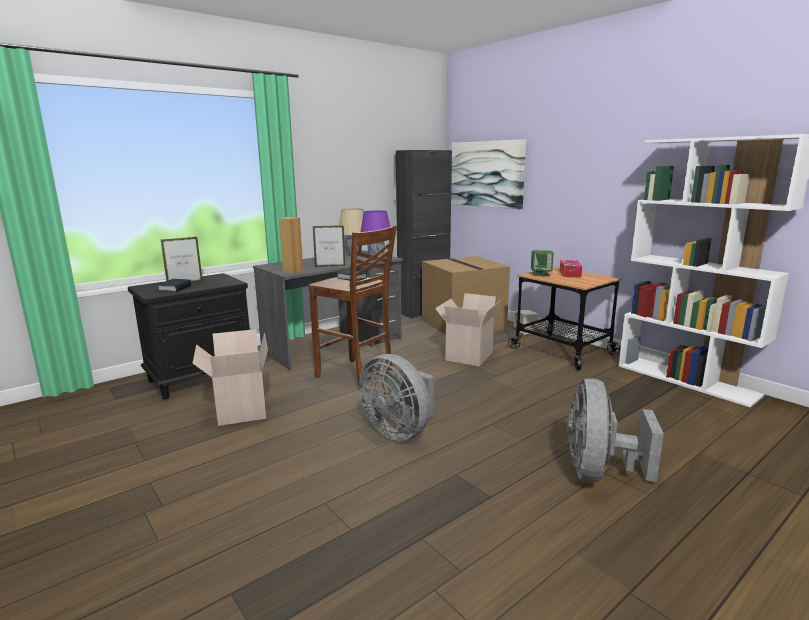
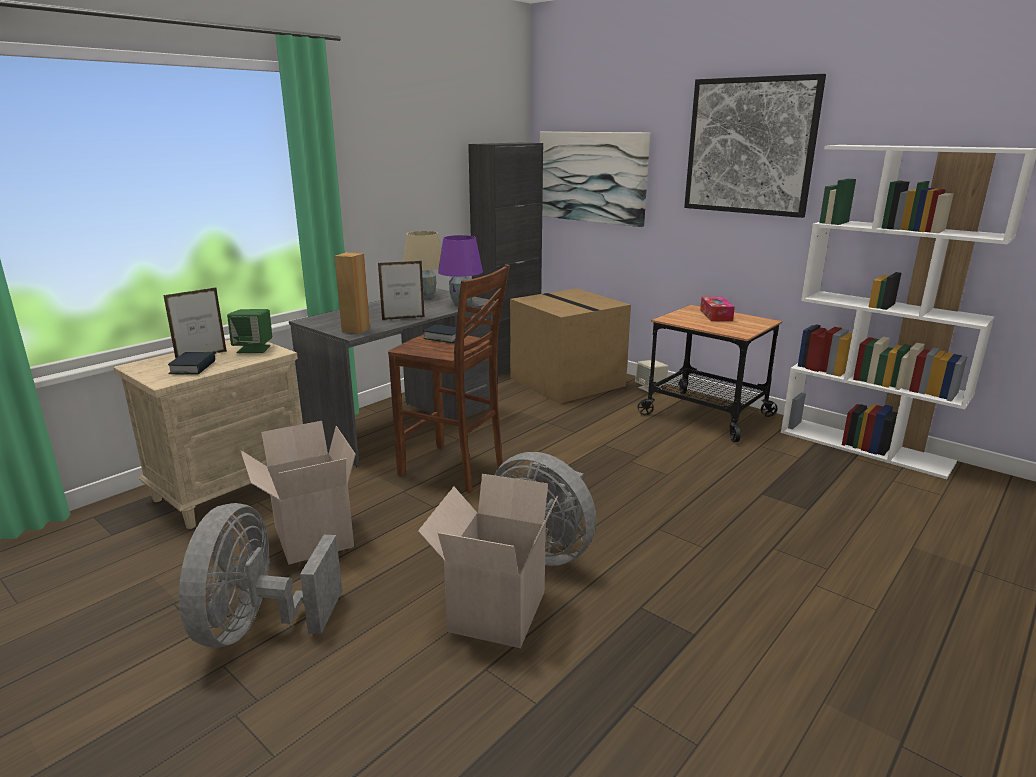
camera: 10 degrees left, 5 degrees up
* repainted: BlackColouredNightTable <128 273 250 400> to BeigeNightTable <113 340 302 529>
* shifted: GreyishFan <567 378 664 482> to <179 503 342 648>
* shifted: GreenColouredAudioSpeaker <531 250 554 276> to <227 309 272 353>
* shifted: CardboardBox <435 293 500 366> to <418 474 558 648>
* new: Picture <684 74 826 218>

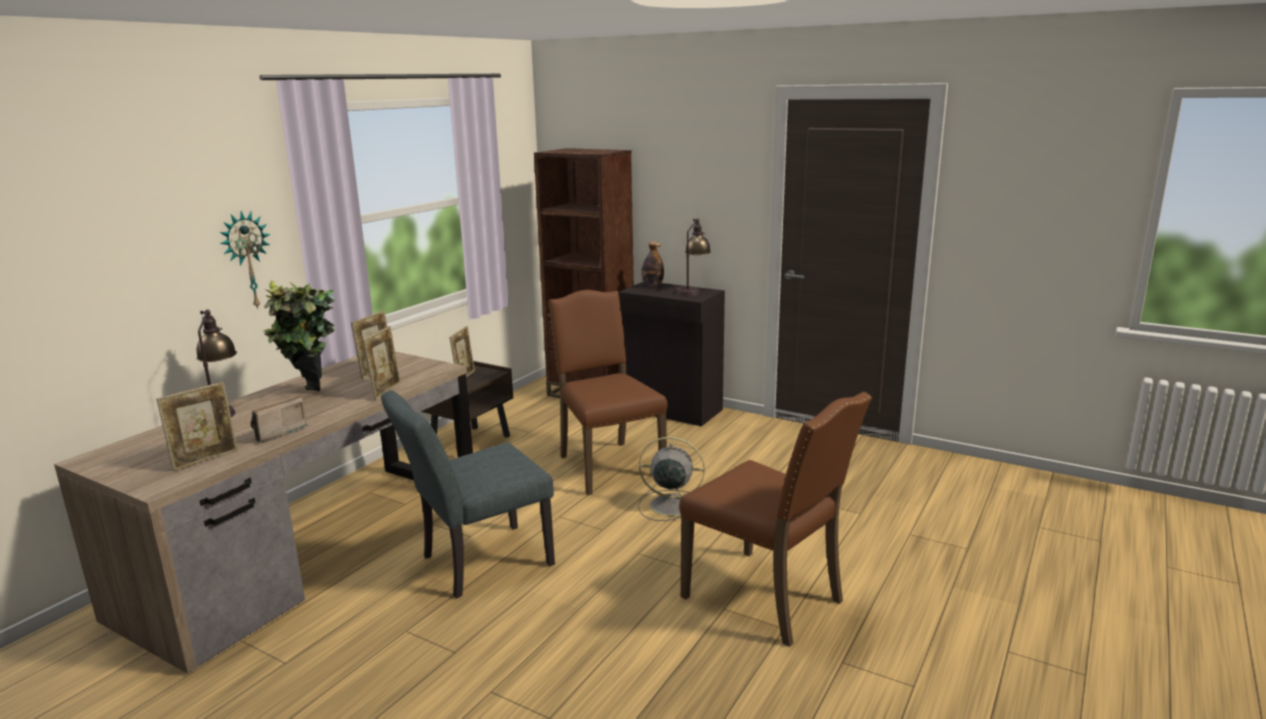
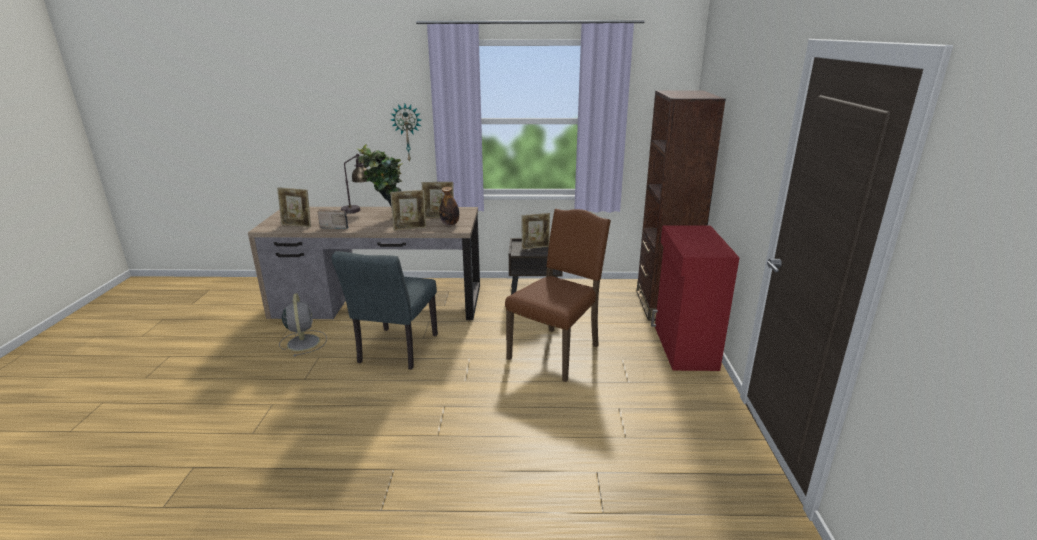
camera: 60 degrees right, 5 degrees up
* shifted: GreyishFan <638 437 705 521> to <279 293 327 357>
* rotated: GreyishUprightChair <381 390 555 598> = <332 251 438 370> 105 degrees counterclockwise
* shifted: BeverageBottle <641 242 664 287> to <439 187 459 225>
* repainted: BlackColouredCabinet <618 282 725 426> to RedCabinet <651 225 740 371>
* gone: TabletopLamp <675 218 711 296>
* gone: BrownUprightChair <679 392 872 647>

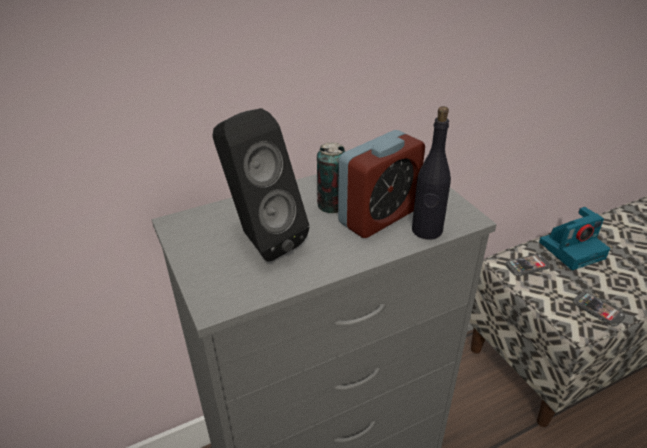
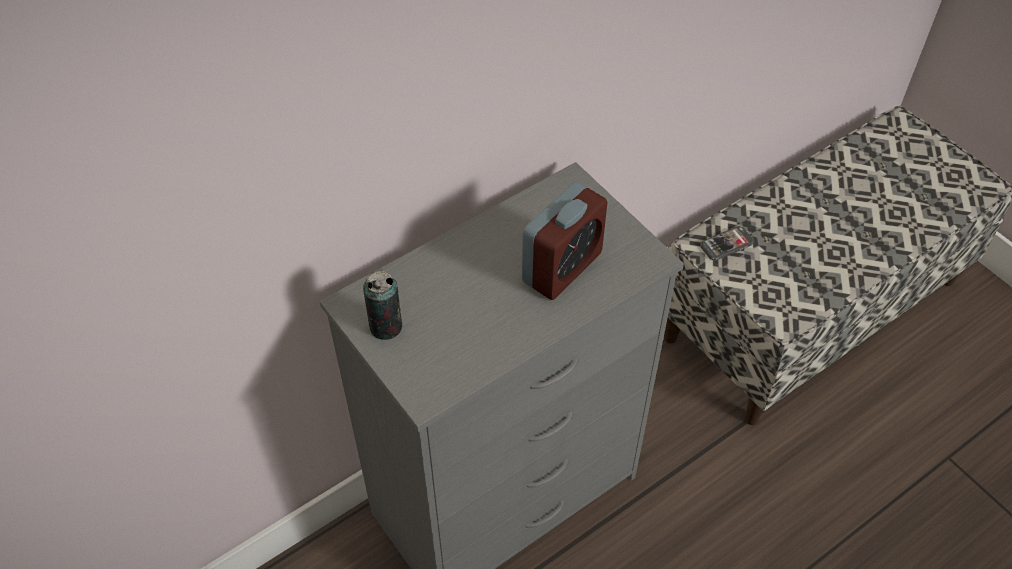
camera: 10 degrees left, 15 degrees up
* shifted: Can <317 143 346 213> to <363 271 402 340>
* gone: BlackColouredAudioSpeaker <212 108 309 261>
* gone: BlackColouredBeverageBottle <412 106 451 240>
* gone: StillCamera <539 207 610 270>
* gone: Handset <573 292 625 326>

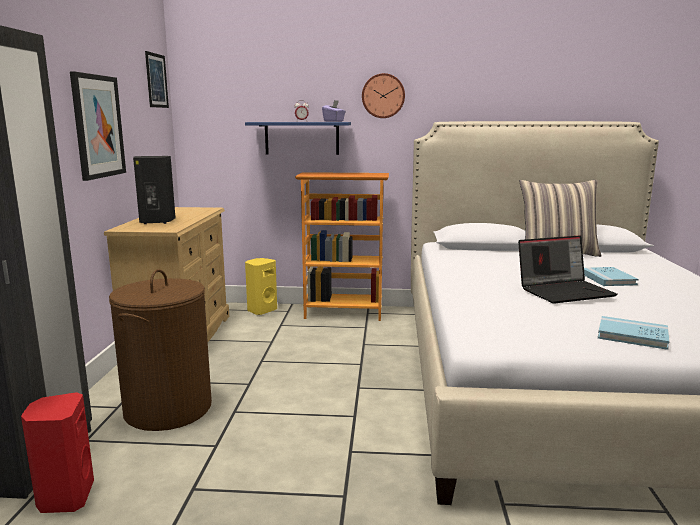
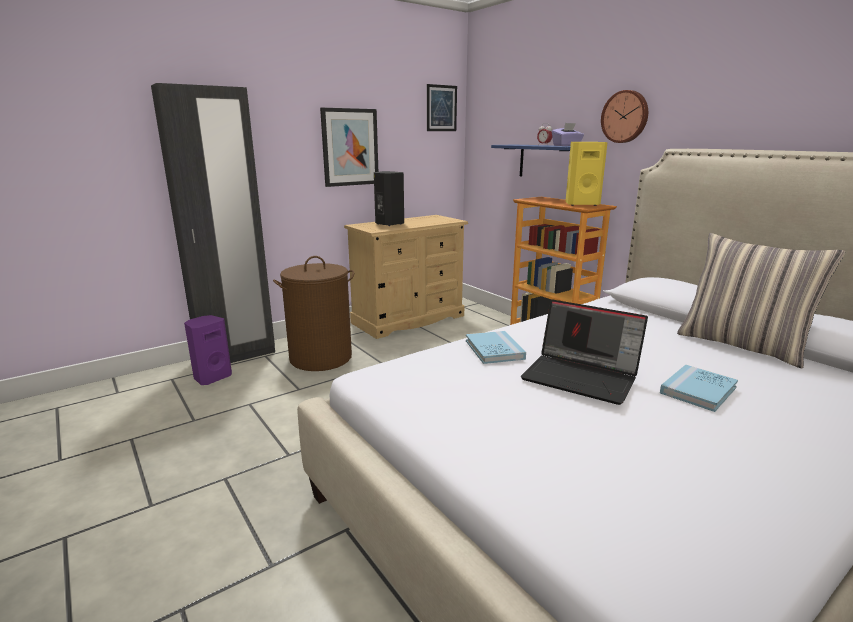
camera: 50 degrees right, 5 degrees up
* repainted: RedAudioSpeaker <21 392 94 513> to PurpleColouredAudioSpeaker <184 315 232 385>
* shifted: BluishBook <598 316 670 350> to <466 331 526 364>
* shifted: YellowishAudioSpeaker <245 258 277 315> to <565 142 608 206>

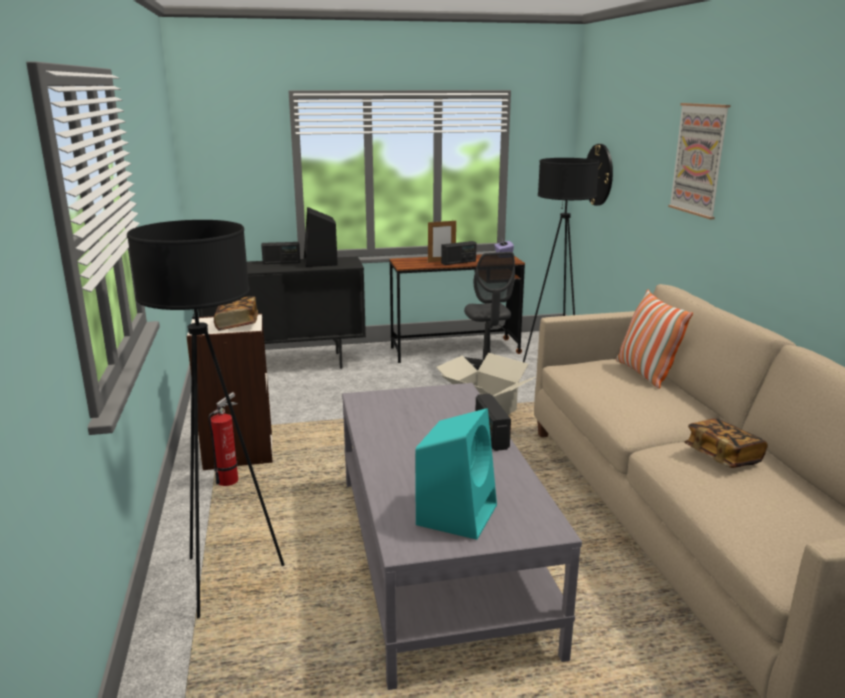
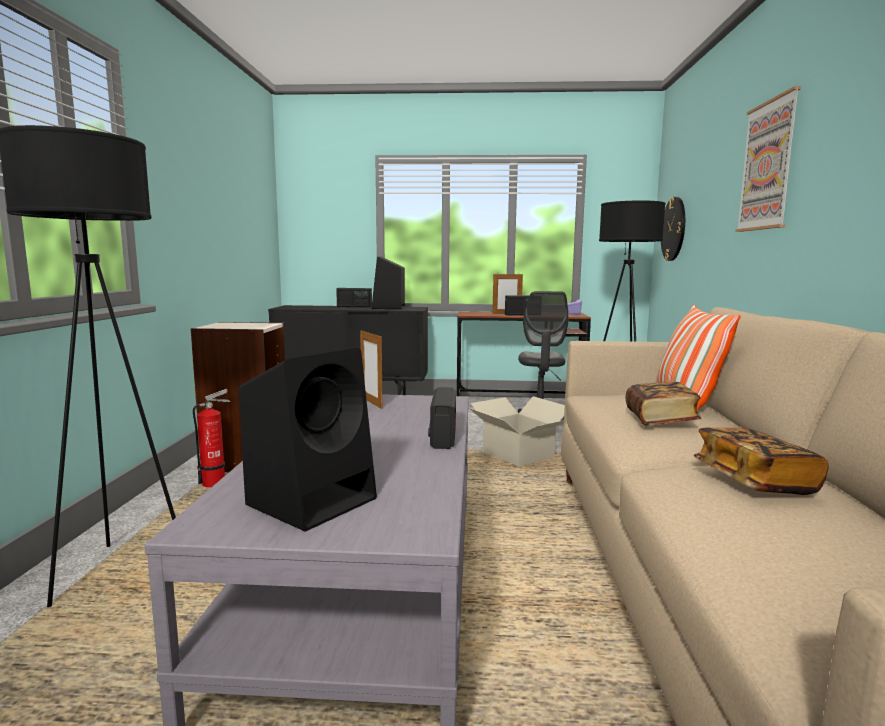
camera: 15 degrees right, 10 degrees down
* repainted: TurquoiseAudioSpeaker <415 408 497 540> to BlackColouredAudioSpeaker <238 348 377 531>
* new: PictureFrame <360 329 383 409>
* shifted: Book <214 296 259 331> to <626 382 701 426>

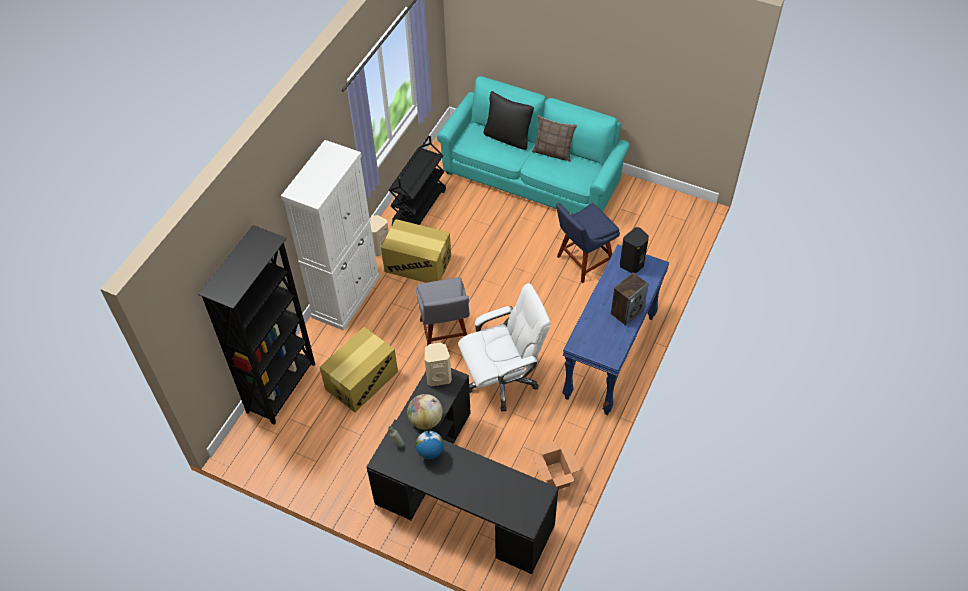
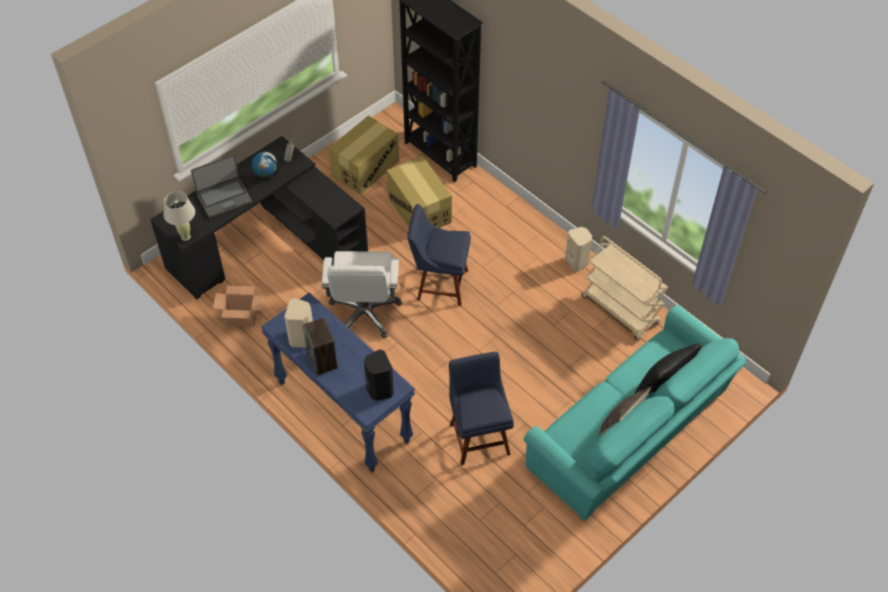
camera: 110 degrees right, 0 degrees up
* new: BeigeTabletopLamp <163 191 195 241>
* new: NotebookComputer <191 154 252 218>
* shifted: BeigeAudioSpeaker <425 343 452 386> to <284 298 313 348>
* shifted: CardboardBox <381 219 451 283> to <328 116 399 195>
* repainted: GreyishUprightChair <416 277 470 346> to BluishUprightChair <407 204 471 306>
* repainted: BlackColouredWheeledCart <389 136 446 225> to BeigeWheeledCart <581 236 668 341>
* gone: WhiteColouredCabinet <281 140 380 331>
* gone: WorldGlobe <407 394 443 430>

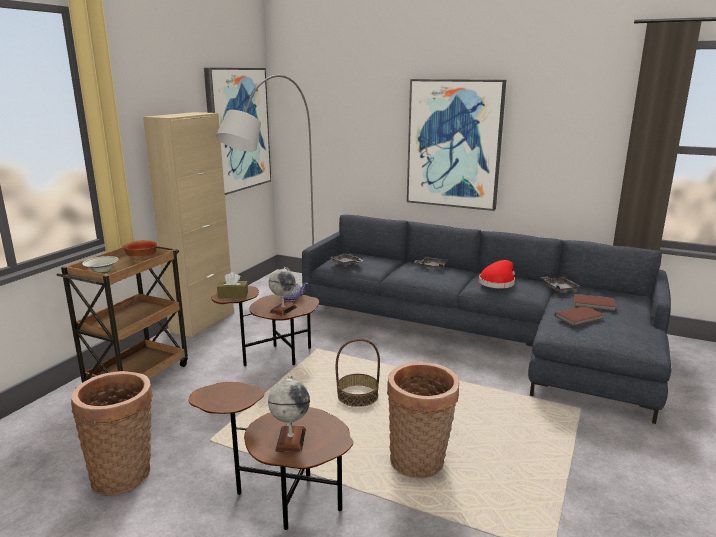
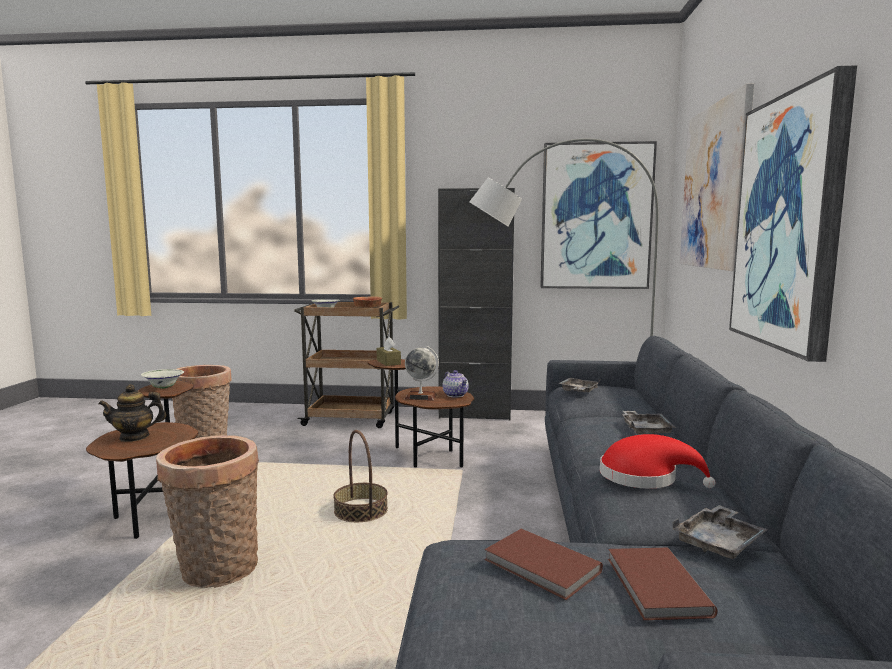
camera: 70 degrees right, 10 degrees down
* swapped: WorldGlobe <268 376 310 452> to PotForTea <98 384 166 442>
* new: WhiteColouredDeepDish <141 369 184 389>
* repainted: BeigeCabinet <143 112 234 337> to BlackColouredCabinet <438 188 515 421>
* new: Picture <680 83 754 271>

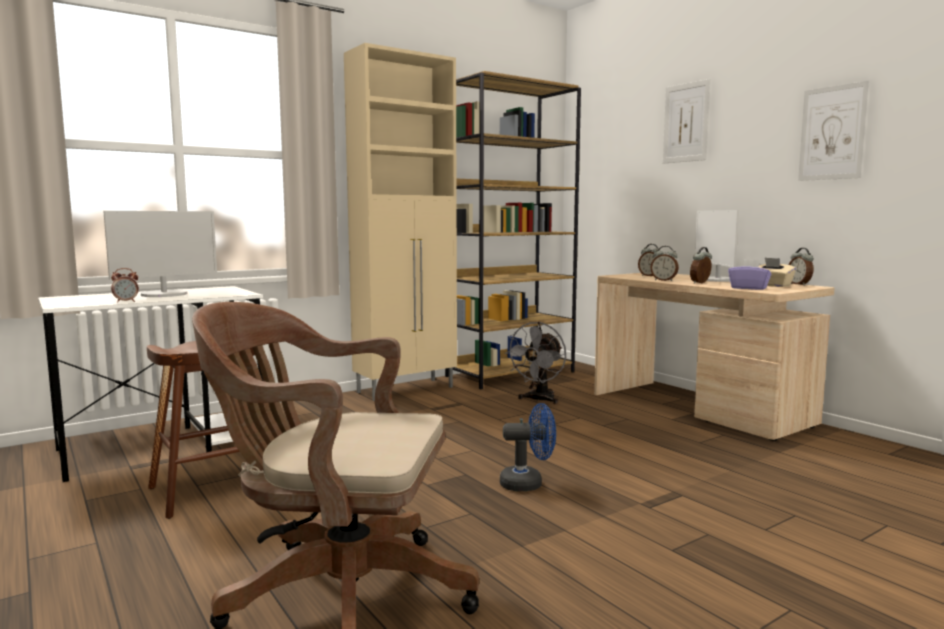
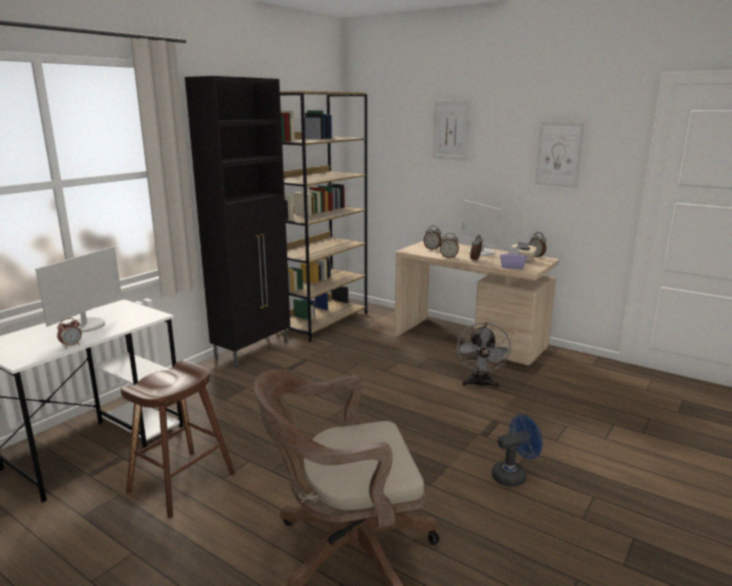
camera: 20 degrees left, 10 degrees up
* repainted: BeigeCabinet <344 43 457 401> to BlackColouredCabinet <185 76 290 367>
* shifted: GreyishFan <505 322 566 404> to <457 322 511 388>
* shifted: BluishFan <500 403 556 491> to <492 415 543 487>

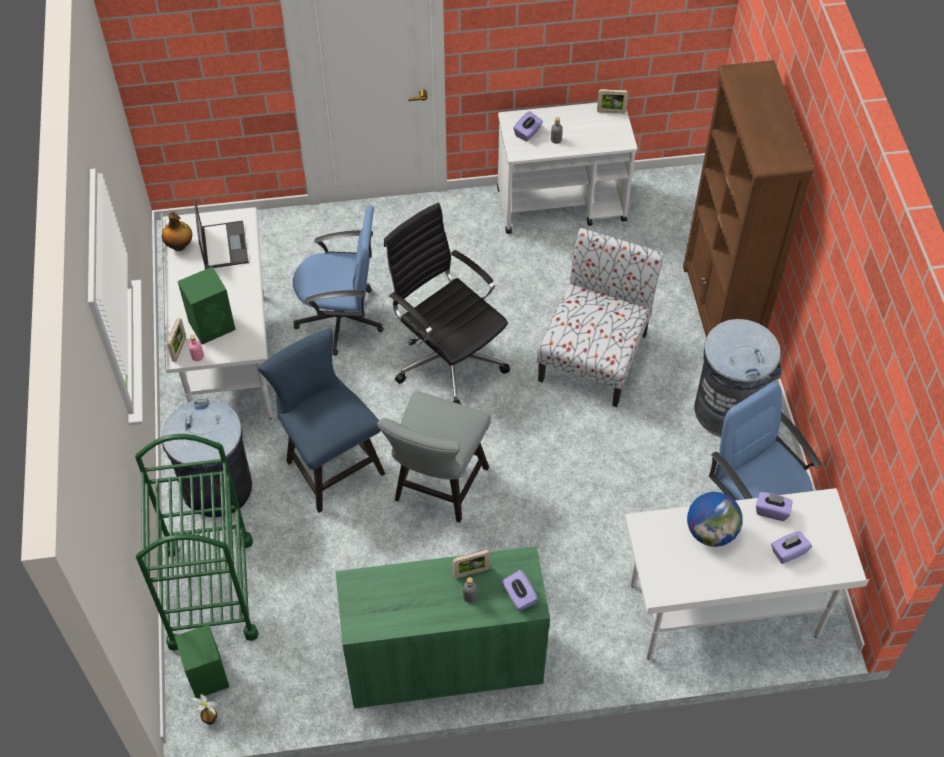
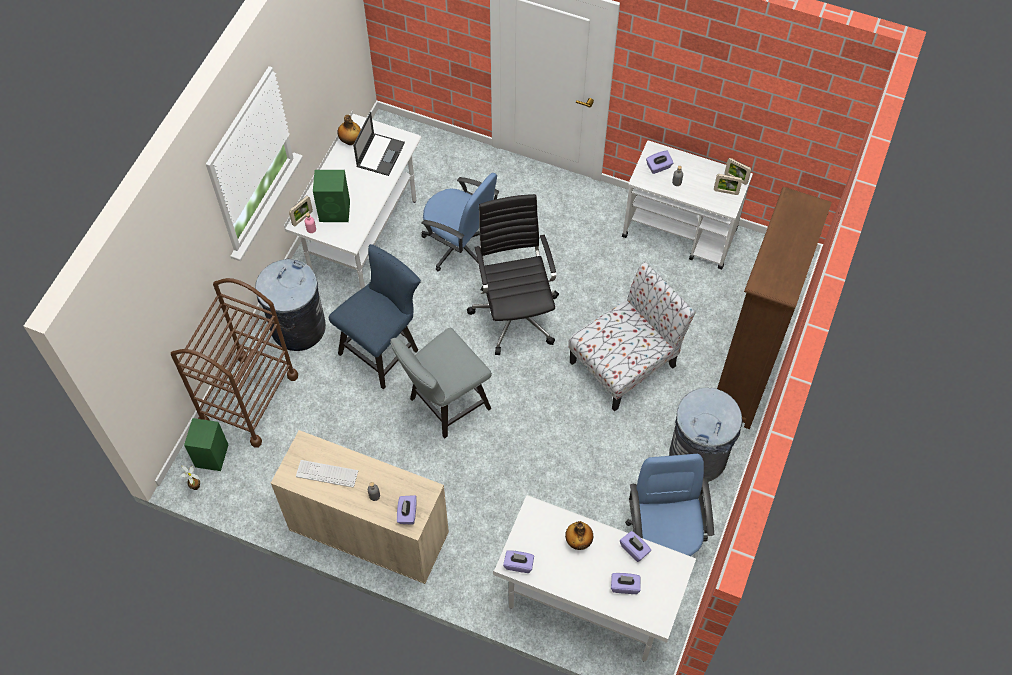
camera: 30 degrees right, 5 degrees up
* repainted: GreenColouredWheeledCart <135 434 259 651> to BrownWheeledCart <171 278 298 448>
* repainted: GreenColouredCabinet <335 546 550 709> to BeigeCabinet <271 430 449 584>
* new: PcKeyboard <296 460 358 488>
* rotated: BluishUprightChair <258 328 385 513> = <329 244 421 390> 45 degrees clockwise
* new: PurpleColouredBoxOfTissues <503 550 534 573>
* swapped: WorldGlobe <687 492 743 547> to BeverageBottle <565 521 593 550>
* shifted: PictureFrame <453 549 490 578> to <714 174 743 195>

